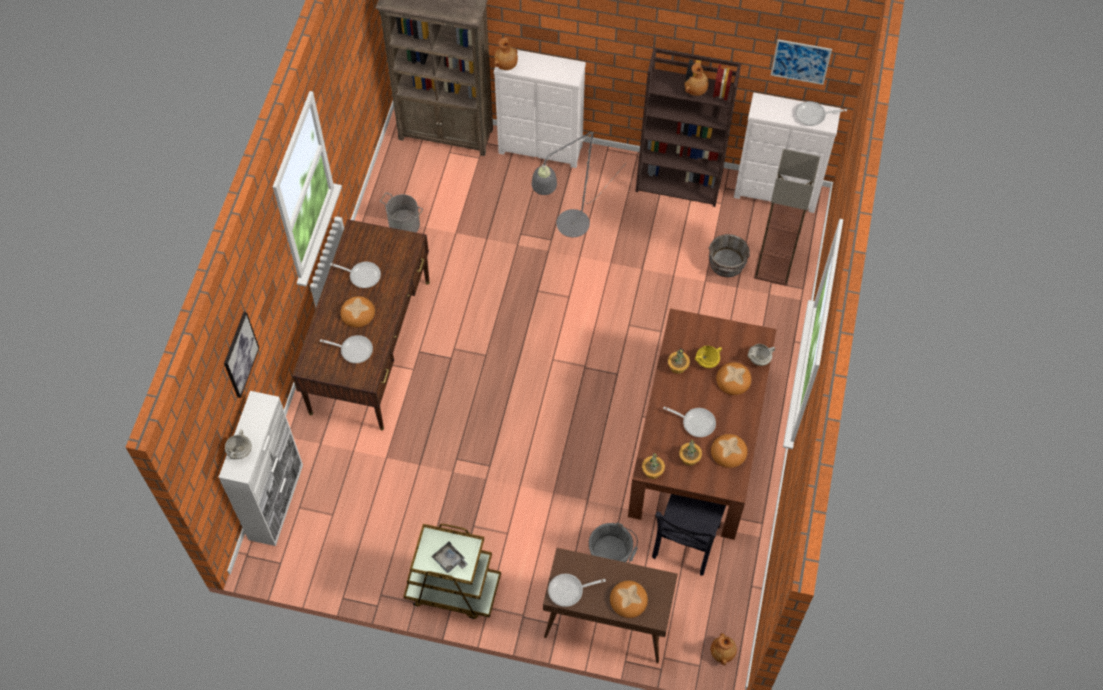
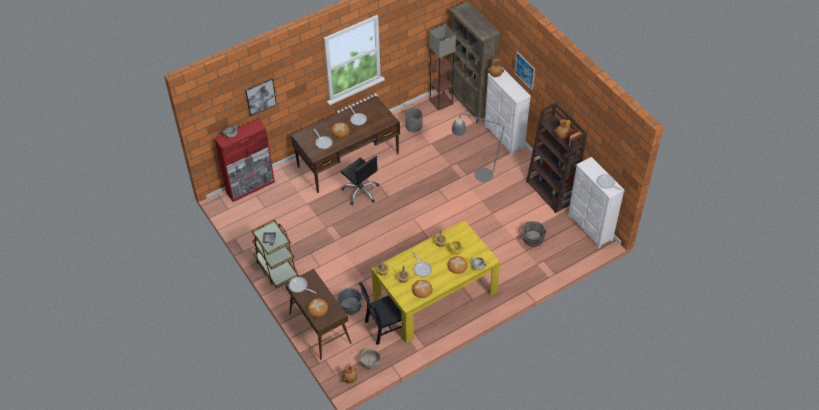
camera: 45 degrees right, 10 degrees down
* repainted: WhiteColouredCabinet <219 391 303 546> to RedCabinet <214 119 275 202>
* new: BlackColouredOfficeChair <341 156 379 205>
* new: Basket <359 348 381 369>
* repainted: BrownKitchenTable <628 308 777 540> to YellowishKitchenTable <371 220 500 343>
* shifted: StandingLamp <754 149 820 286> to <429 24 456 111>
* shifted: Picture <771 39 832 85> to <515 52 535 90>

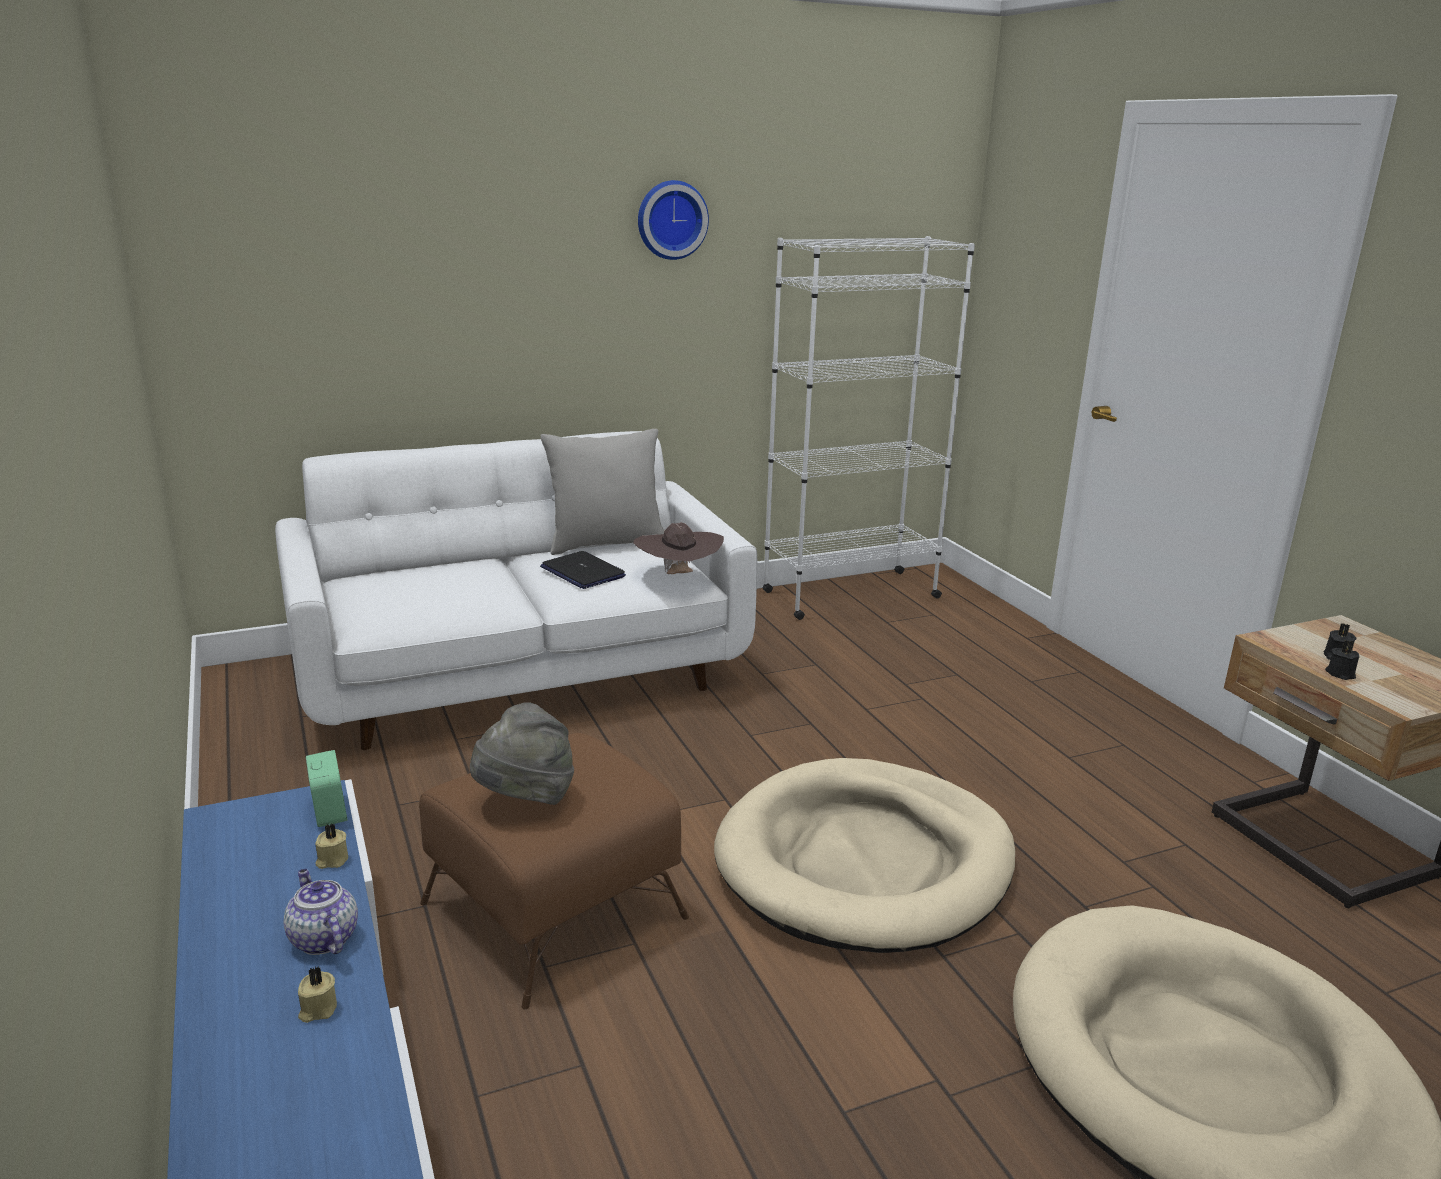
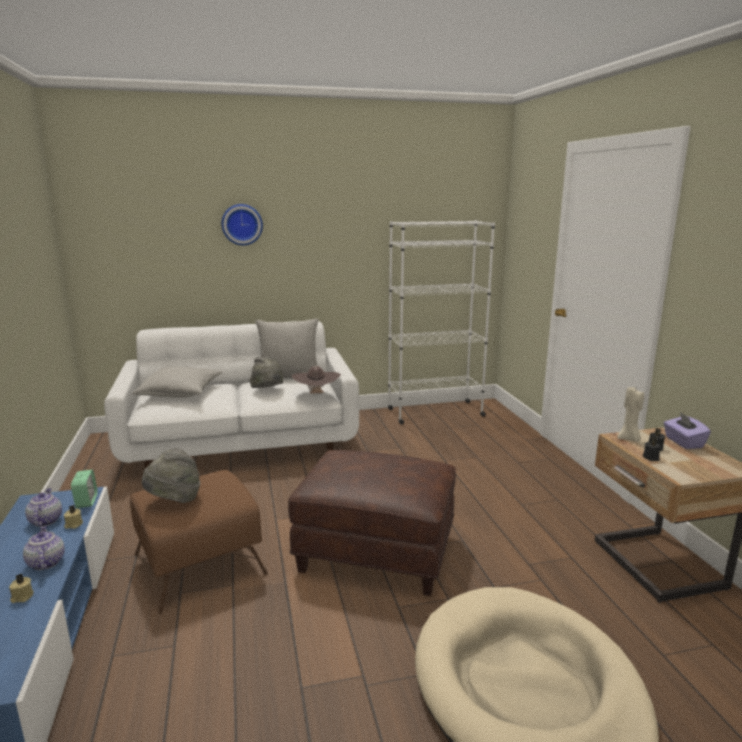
camera: 10 degrees right, 5 degrees down
* new: PotForTea <25 488 62 527>
* new: GreyishPillow <132 366 222 397>
* shifted: WallClock <638 180 709 260> to <222 204 263 245>
* swapped: NotebookComputer <540 551 626 589> to GreyishHat <250 356 283 388>
* swapped: BeigePetBed <714 758 1015 953> to BrownPouffe <288 450 456 596>
* new: BeigeWaxLight <617 387 644 441>
* new: PurpleColouredBoxOfTissues <664 412 711 449>

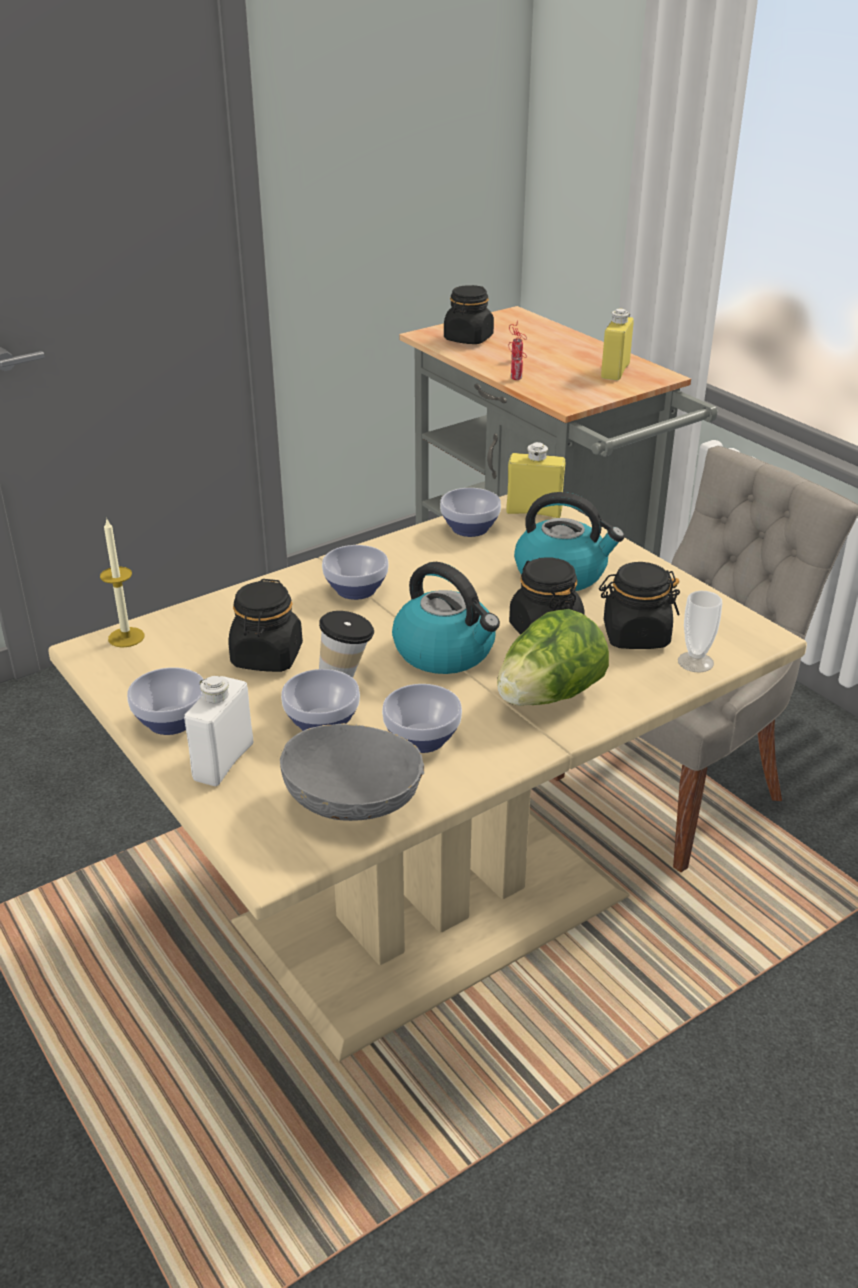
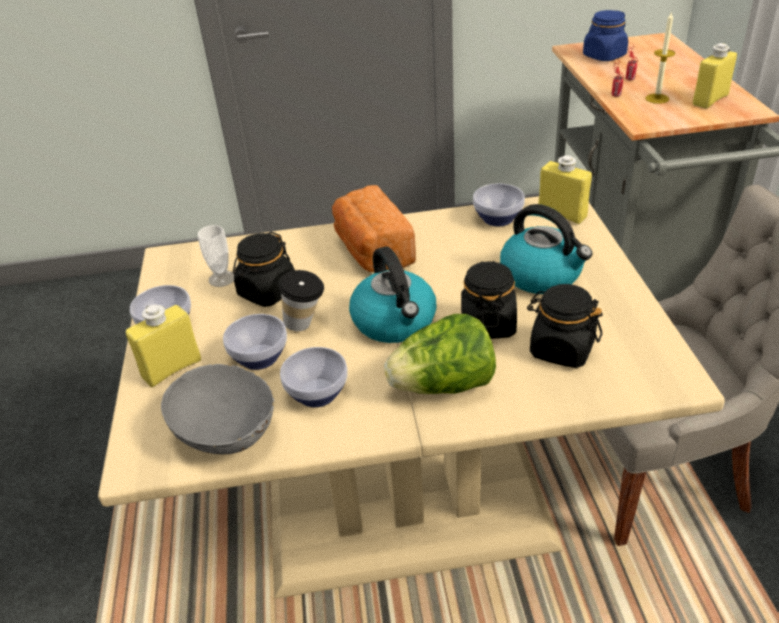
camera: 30 degrees right, 5 degrees up
* repainted: WhiteColouredBeverageBottle <184 676 254 786> to YellowishBeverageBottle <126 305 201 387>
* shifted: DrinkingCup <678 591 722 673> to <198 225 234 287>
* swapped: DeepDish <322 545 389 600> to BakedBread <332 185 416 272>
* repainted: BlackColouredStorageJar <444 285 494 344> to BluishStorageJar <583 10 628 61>
* shifted: WaxLight <100 518 144 648> to <646 11 675 104>

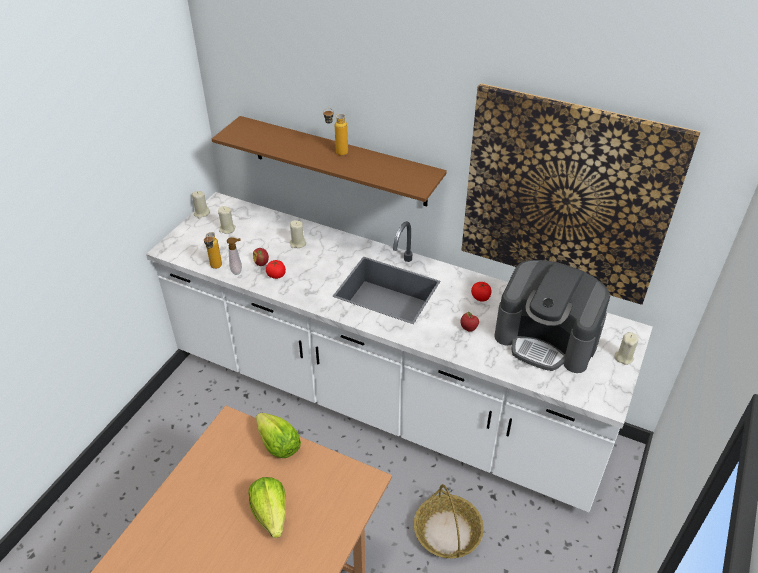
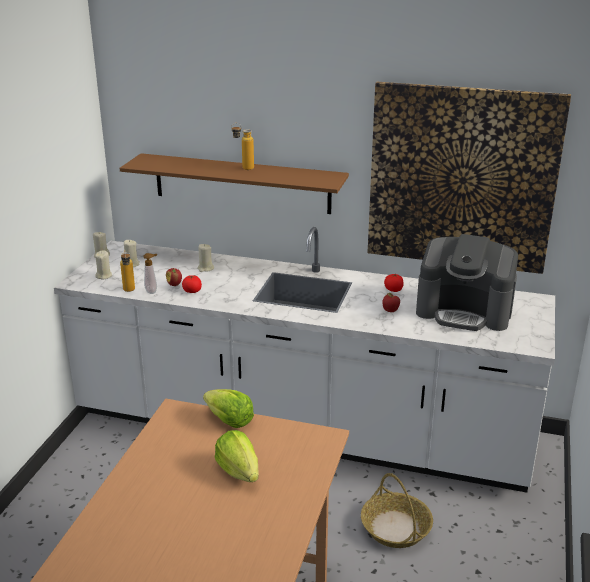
camera: 10 degrees left, 15 degrees down
* shifted: BeigeWaxLight <614 332 639 365> to <95 251 112 280>

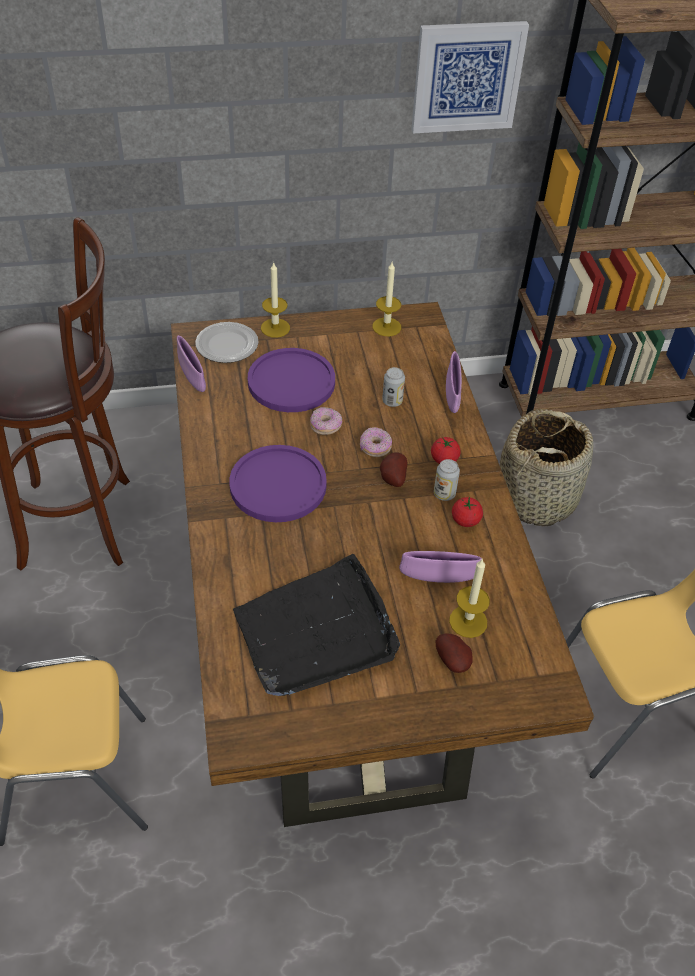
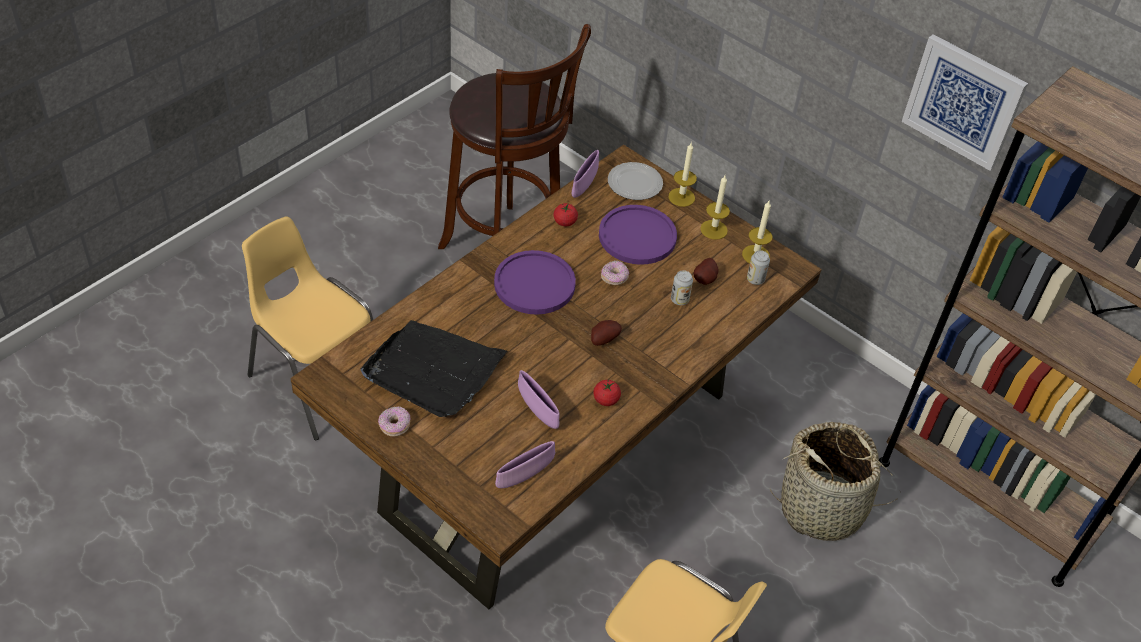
camera: 50 degrees right, 0 degrees up
* shifted: RingDoughnut <360 427 392 457> to <378 407 410 437>
* shifted: PurpleColouredDeepDish <446 351 462 413> to <495 441 555 488>
* shifted: Tomato <431 437 461 464> to <553 203 578 227>
* shifted: WholePotato <436 634 473 673> to <694 258 719 285>
* shifted: WaxLight <449 559 490 638> to <700 175 730 240>
* shifted: Can <434 459 460 501> to <747 250 770 285>

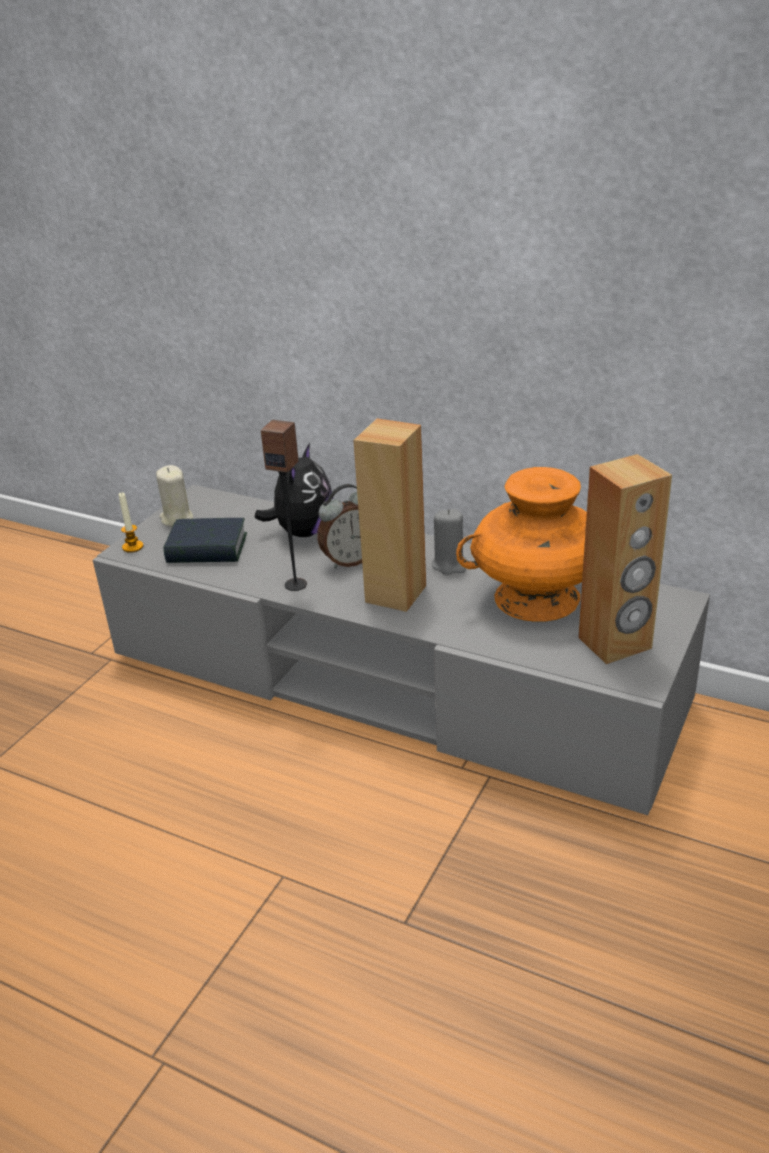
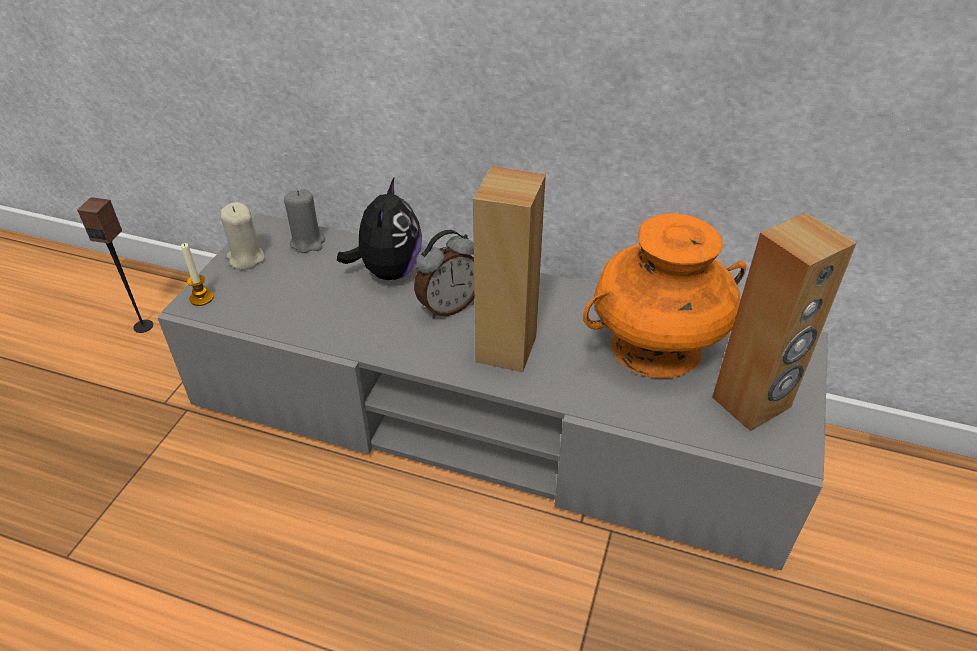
camera: 10 degrees left, 10 degrees up
* shifted: AudioSpeaker <261 420 307 591> to <77 197 153 333>
* shifted: GreyishWaxLight <432 509 467 575> to <284 189 325 253>
* gone: Book <163 518 247 563>

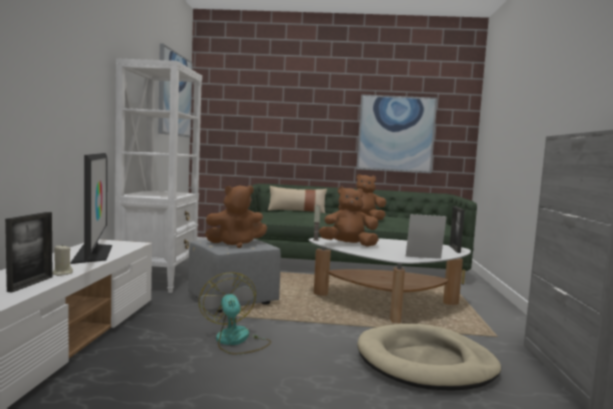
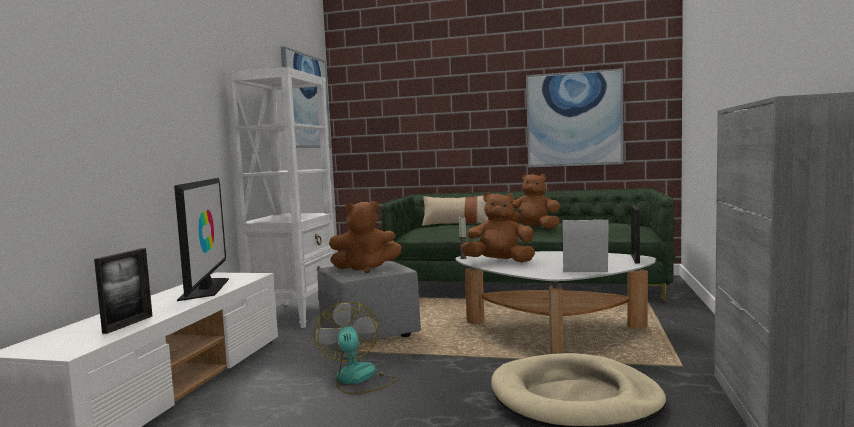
camera: 10 degrees right, 0 degrees up
* gone: BeigeWaxLight <52 244 73 276>

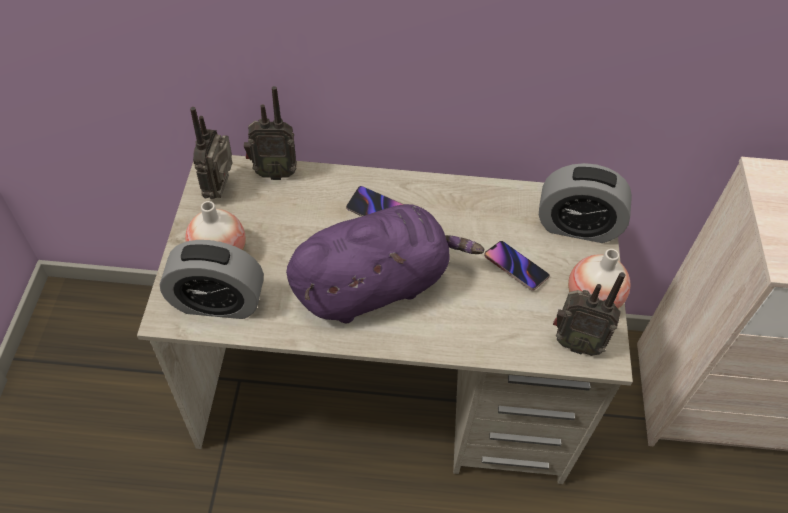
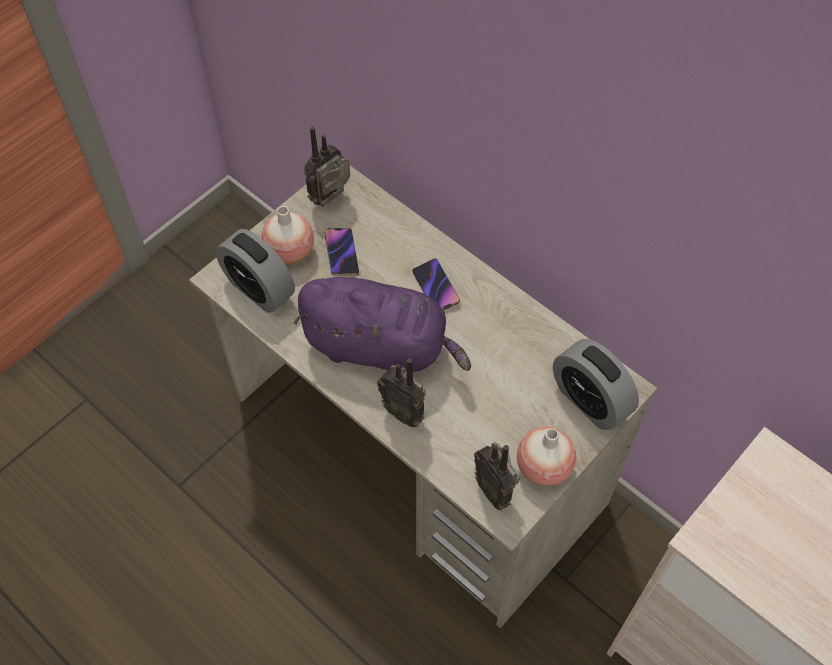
camera: 40 degrees right, 5 degrees up
* shifted: Handset <484 241 550 291> to <324 228 359 276>
* shifted: Radio <244 86 297 180> to <377 358 426 427>

